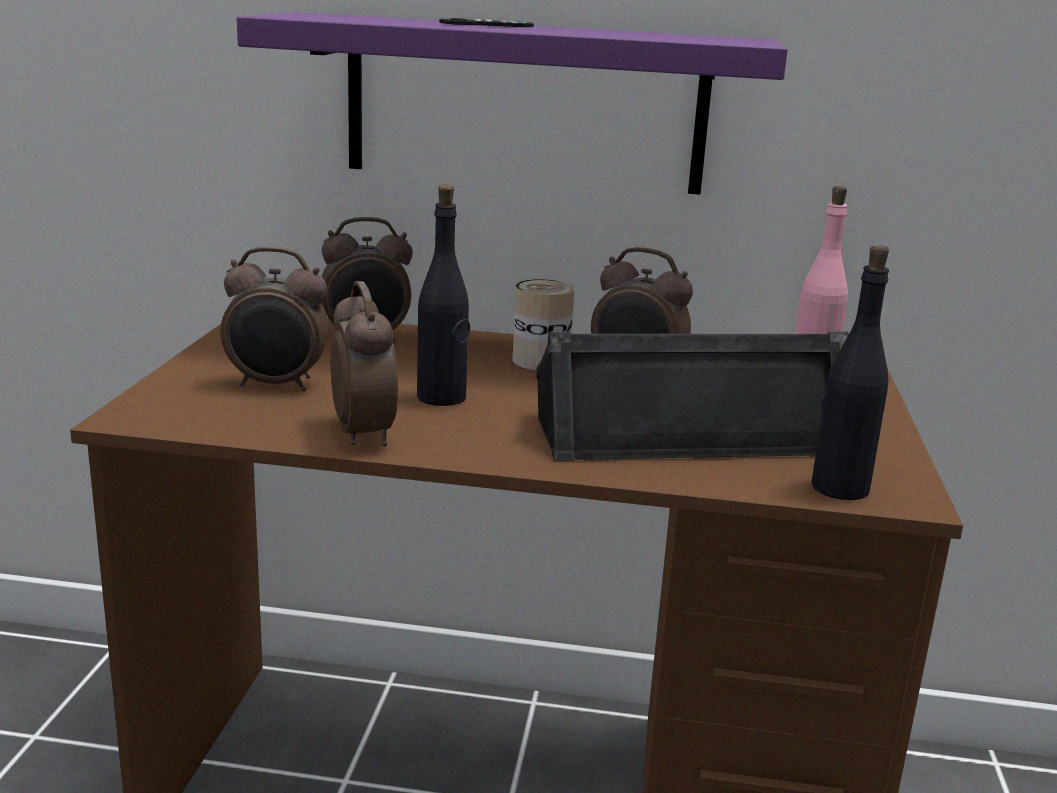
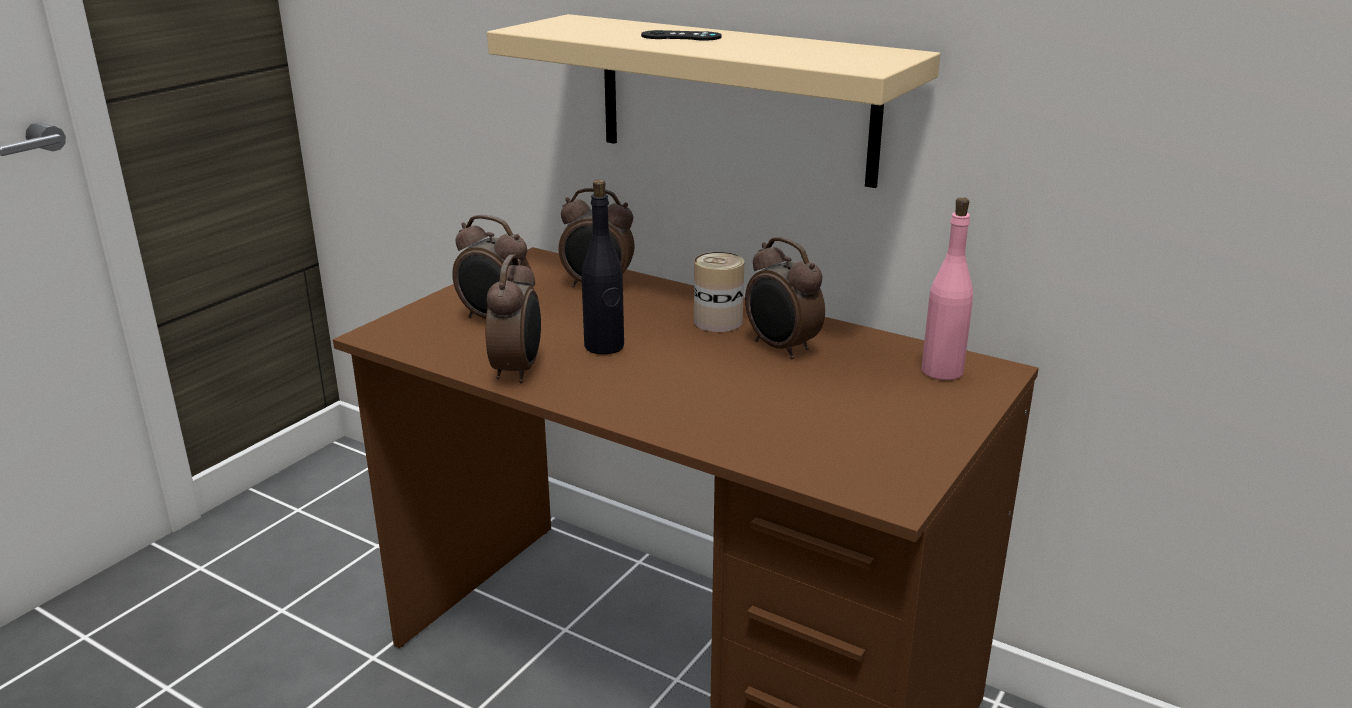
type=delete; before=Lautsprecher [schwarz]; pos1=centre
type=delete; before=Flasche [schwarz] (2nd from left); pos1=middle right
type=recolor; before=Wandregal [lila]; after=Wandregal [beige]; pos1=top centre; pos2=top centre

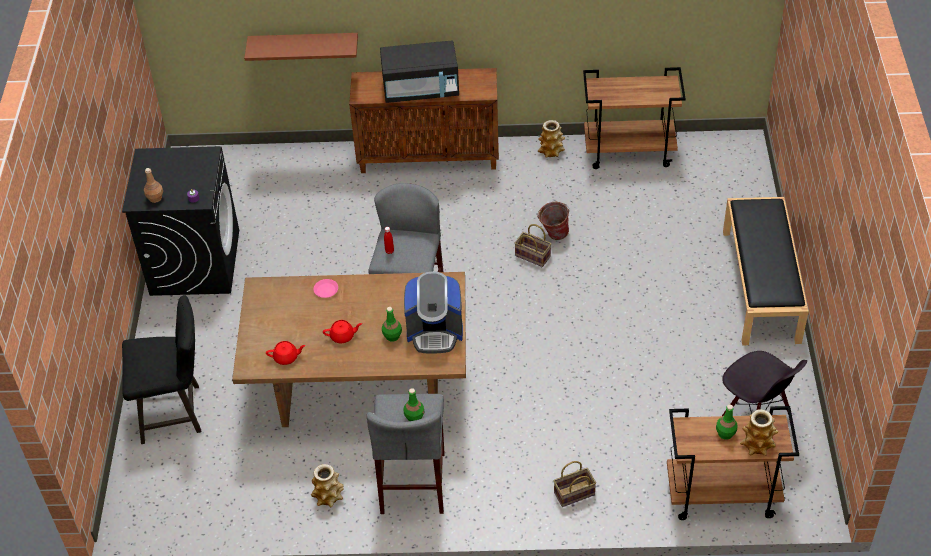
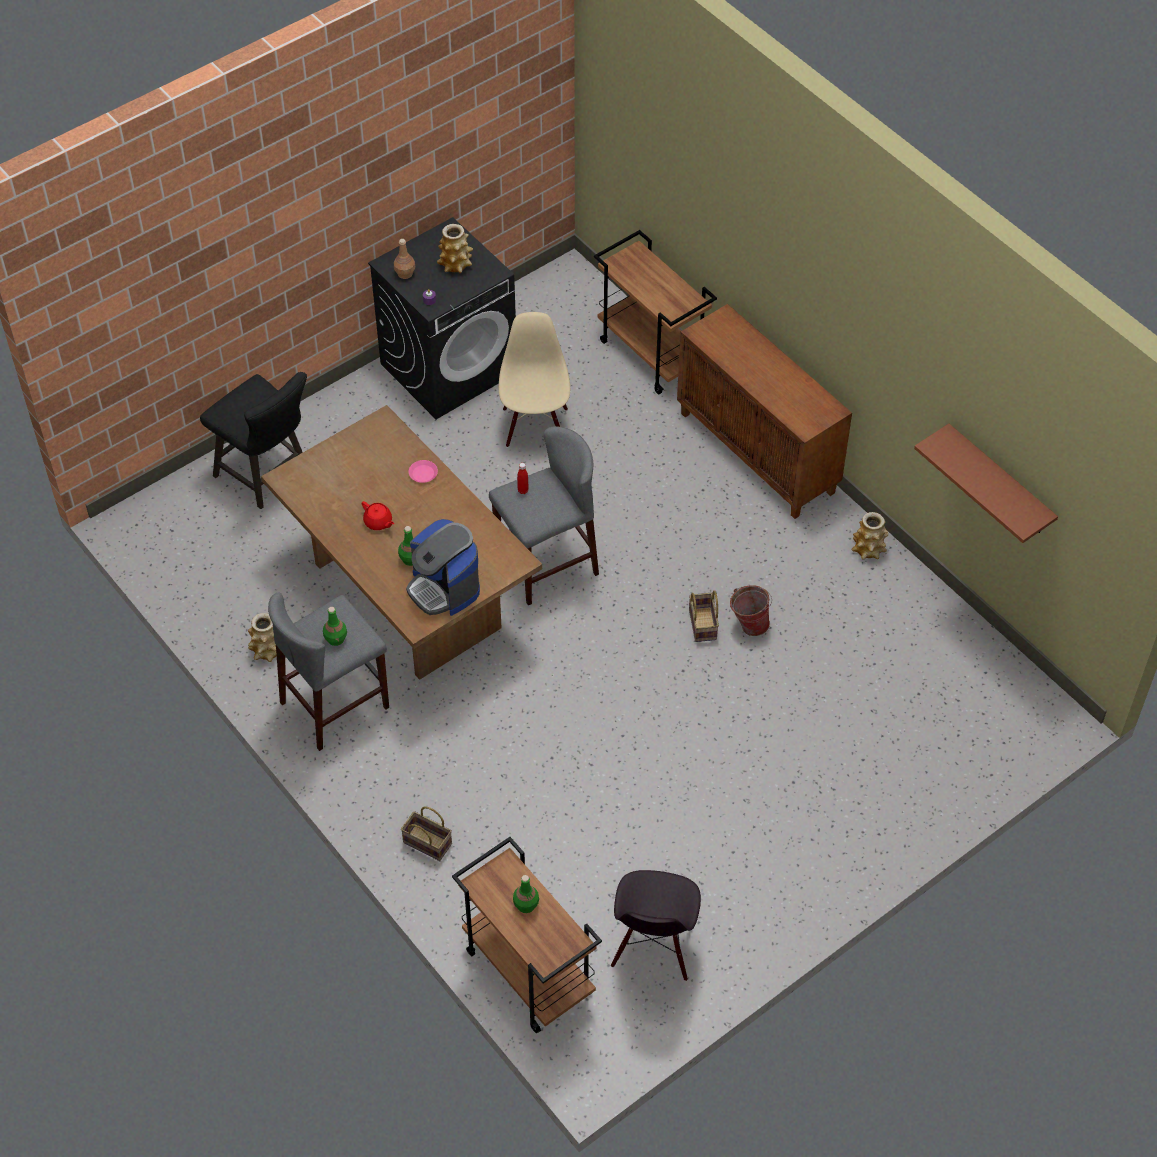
type=delete; before=Teekanne [rot] (1st from left); pos1=middle left
type=delete; before=Mikrowelle [schwarz]; pos1=top centre
type=delete; before=Bank [schwarz]; pos1=middle right
type=insert; after=Stuhl [beige]; pos2=top centre
type=move; before=Wandregal [braun]; pos1=top left; pos2=middle right
type=move; before=Rollwagen [braun] (1st from left in the first image); after=Rollwagen [braun] (2nd from left); pos1=top right; pos2=top centre
type=move; before=Vase (3rd from left in the first image); after=Vase (2nd from left); pos1=bottom right; pos2=top centre

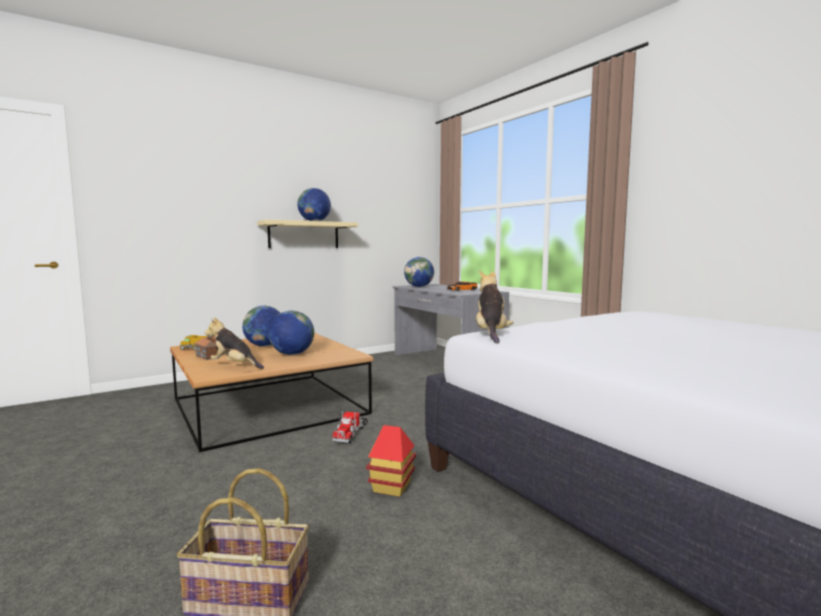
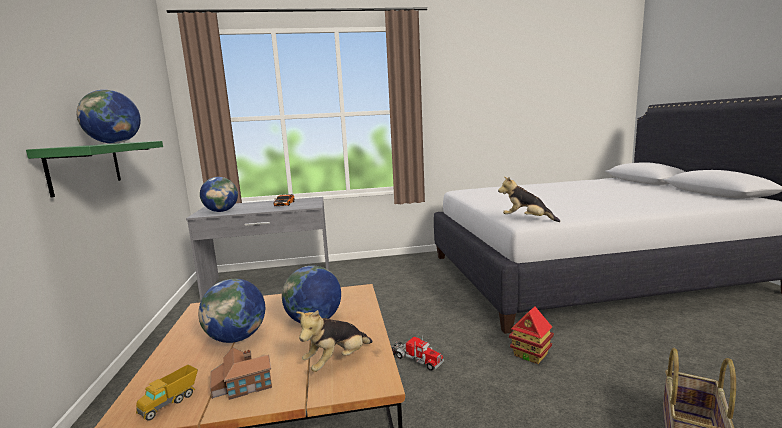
type=recolor; before=Wandregal [beige]; after=Wandregal [grün]; pos1=centre; pos2=middle left

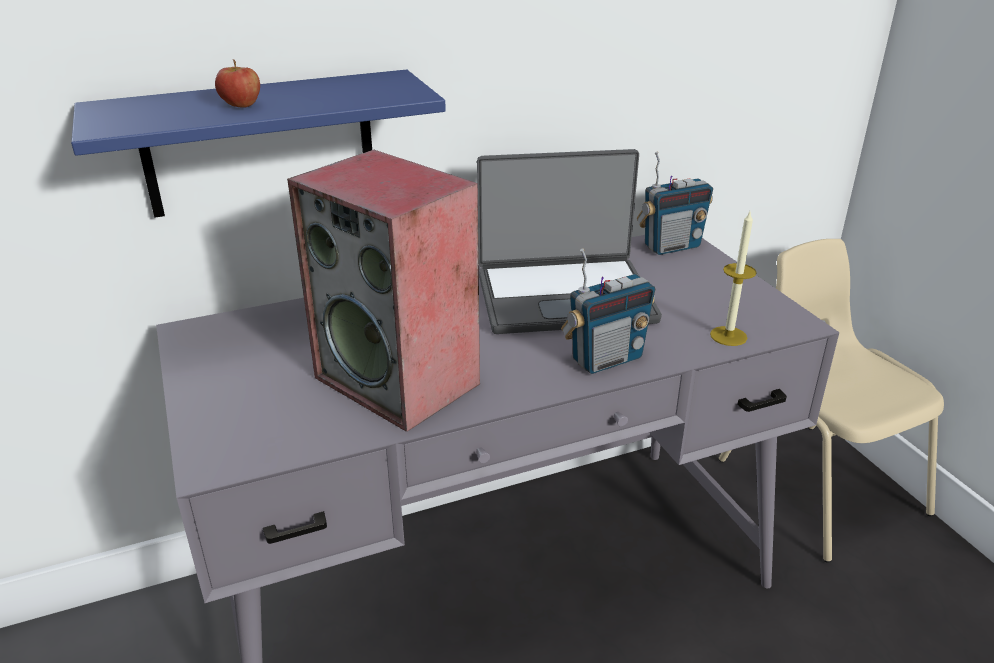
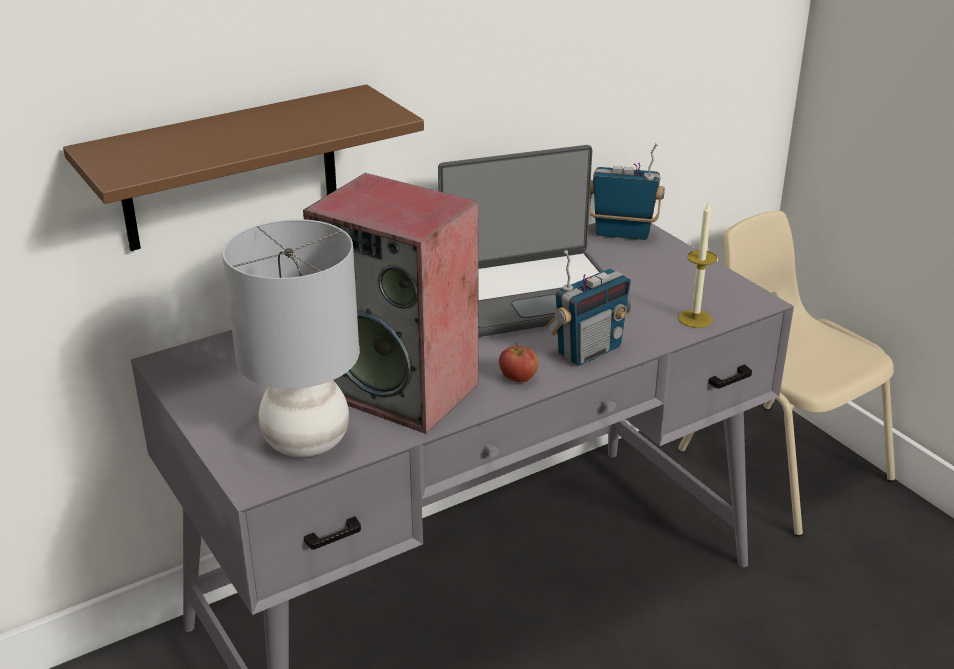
type=insert; after=Tischlampe [grau]; pos2=middle left
type=move; before=Apfel; pos1=top left; pos2=centre
type=recolor; before=Wandregal [blau]; after=Wandregal [braun]; pos1=top left; pos2=top left
type=rotate; before=Radio (2nd from left); pos1=top right; pos2=top centre; turn=-135

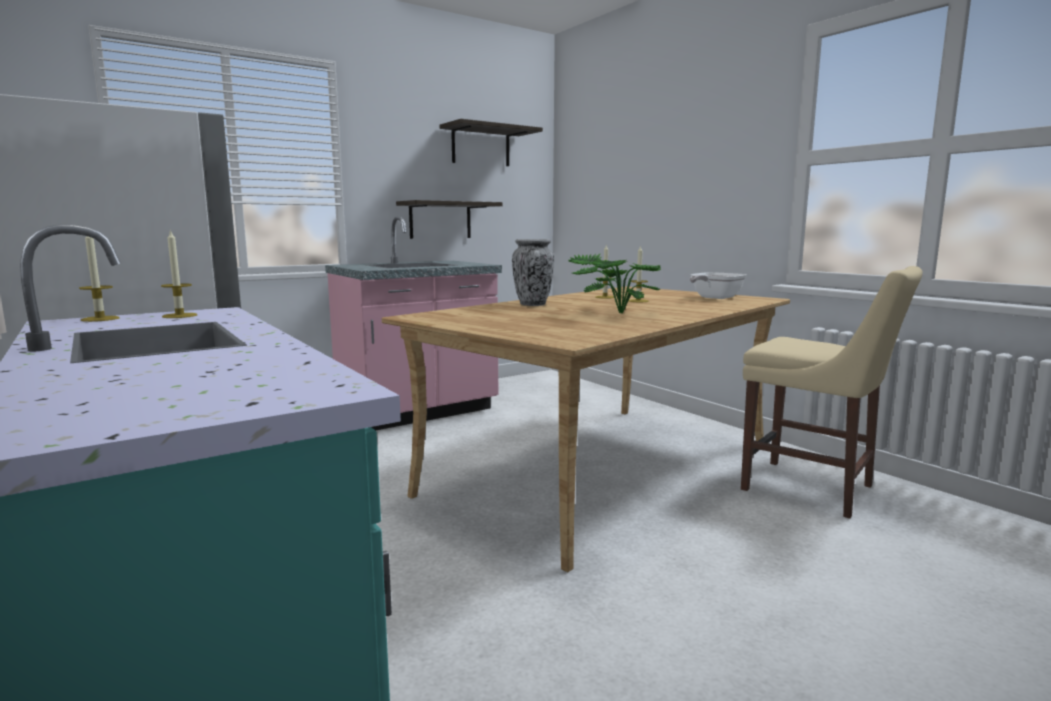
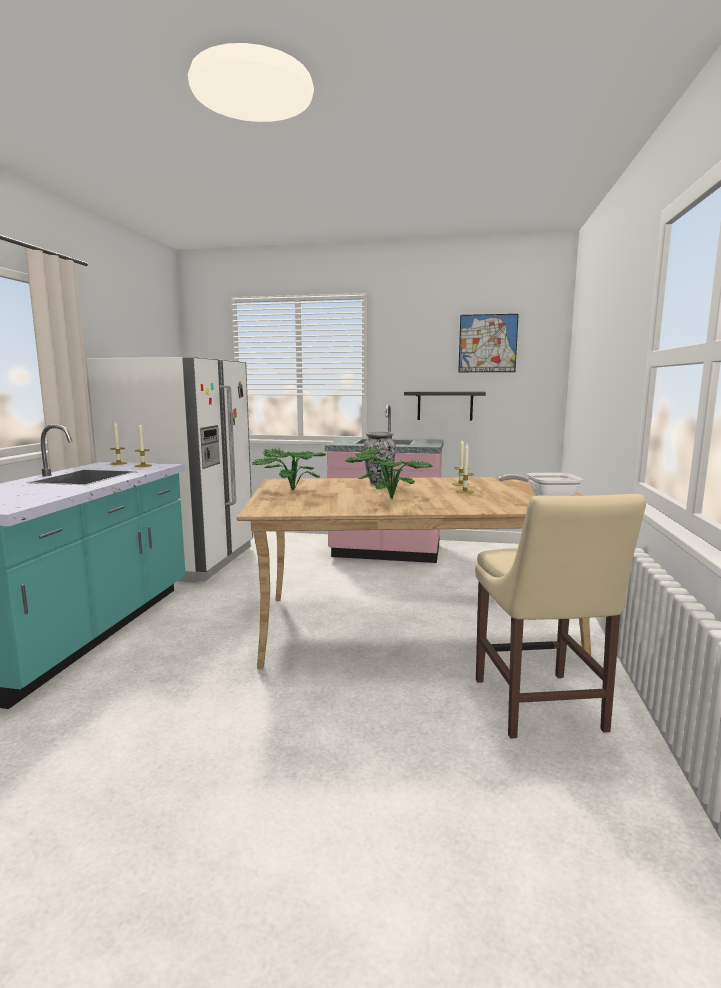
type=insert; after=Topfpflanze (1st from left); pos2=centre
type=replace; before=Wandregal (2nd from left); after=Bild; pos1=top centre; pos2=middle right

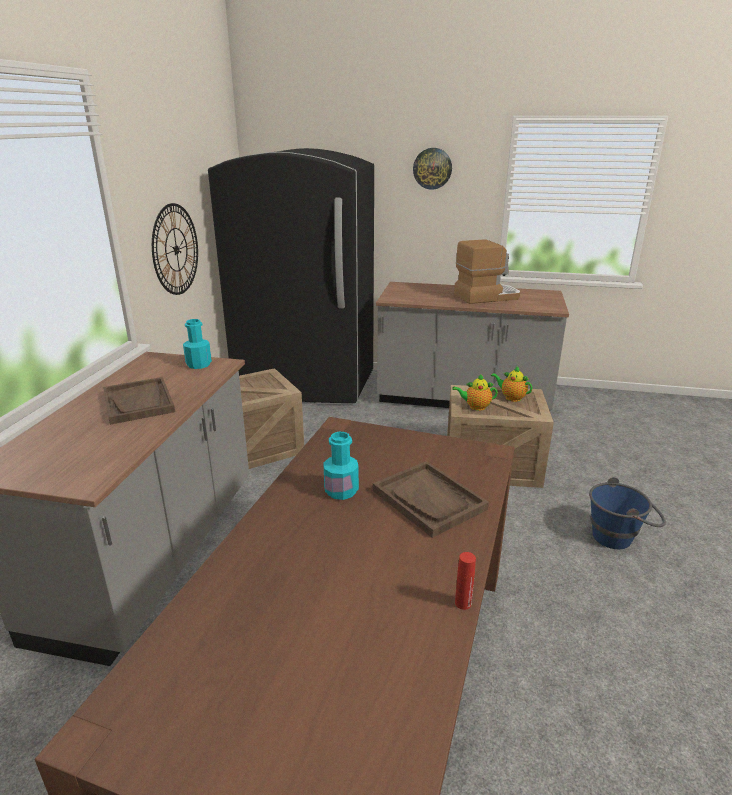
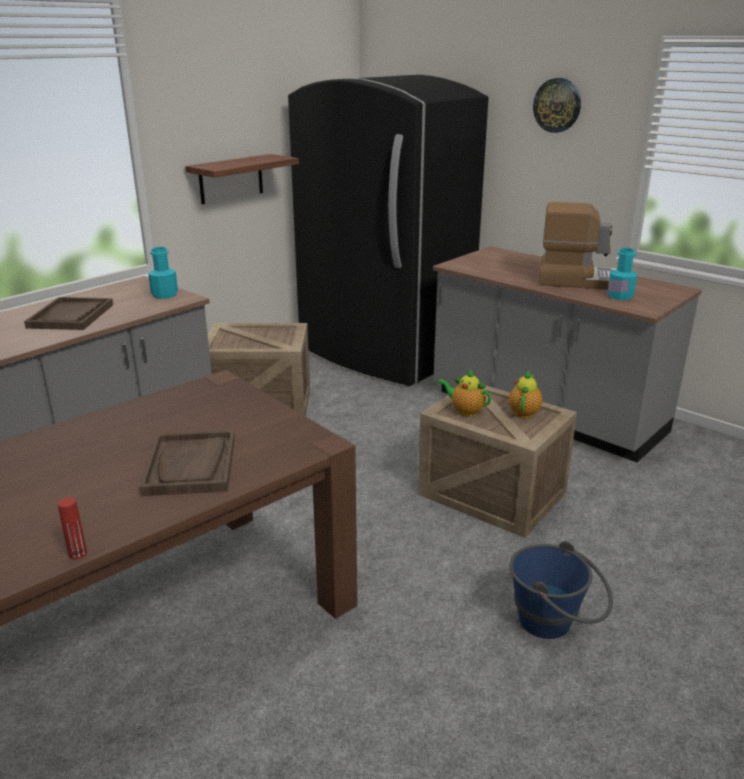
type=move; before=Flasche [türkis] (2nd from left); pos1=centre; pos2=middle right
type=replace; before=Wanduhr (1st from left); after=Wandregal; pos1=top left; pos2=top left
type=rotate; before=Teekanne (2nd from left); pos1=middle right; pos2=middle right; turn=45

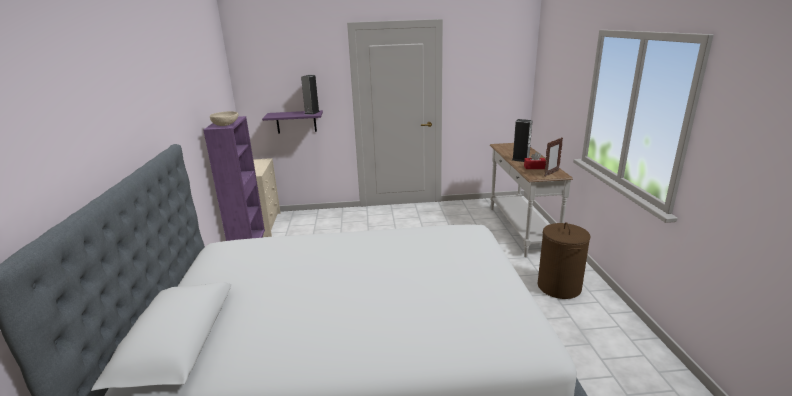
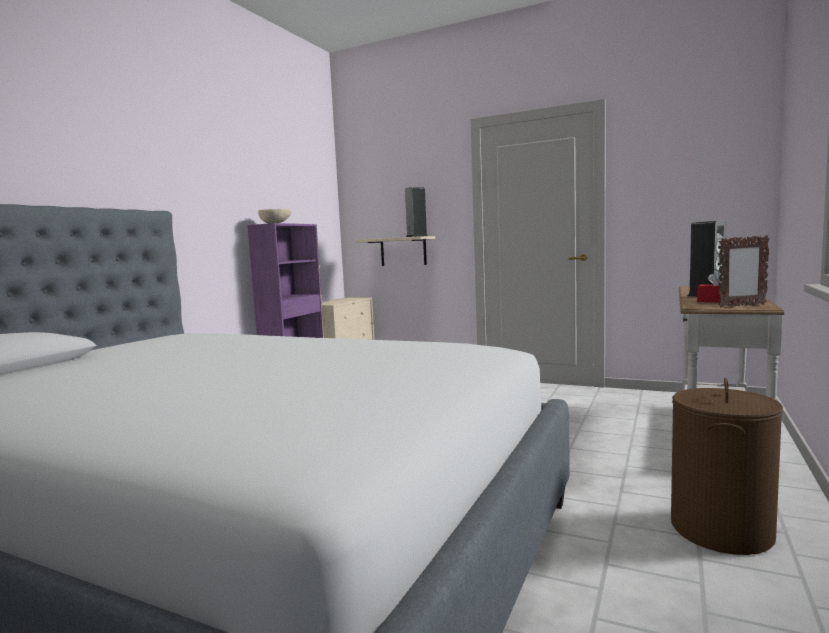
type=recolor; before=Wandregal [lila]; after=Wandregal [beige]; pos1=top centre; pos2=centre

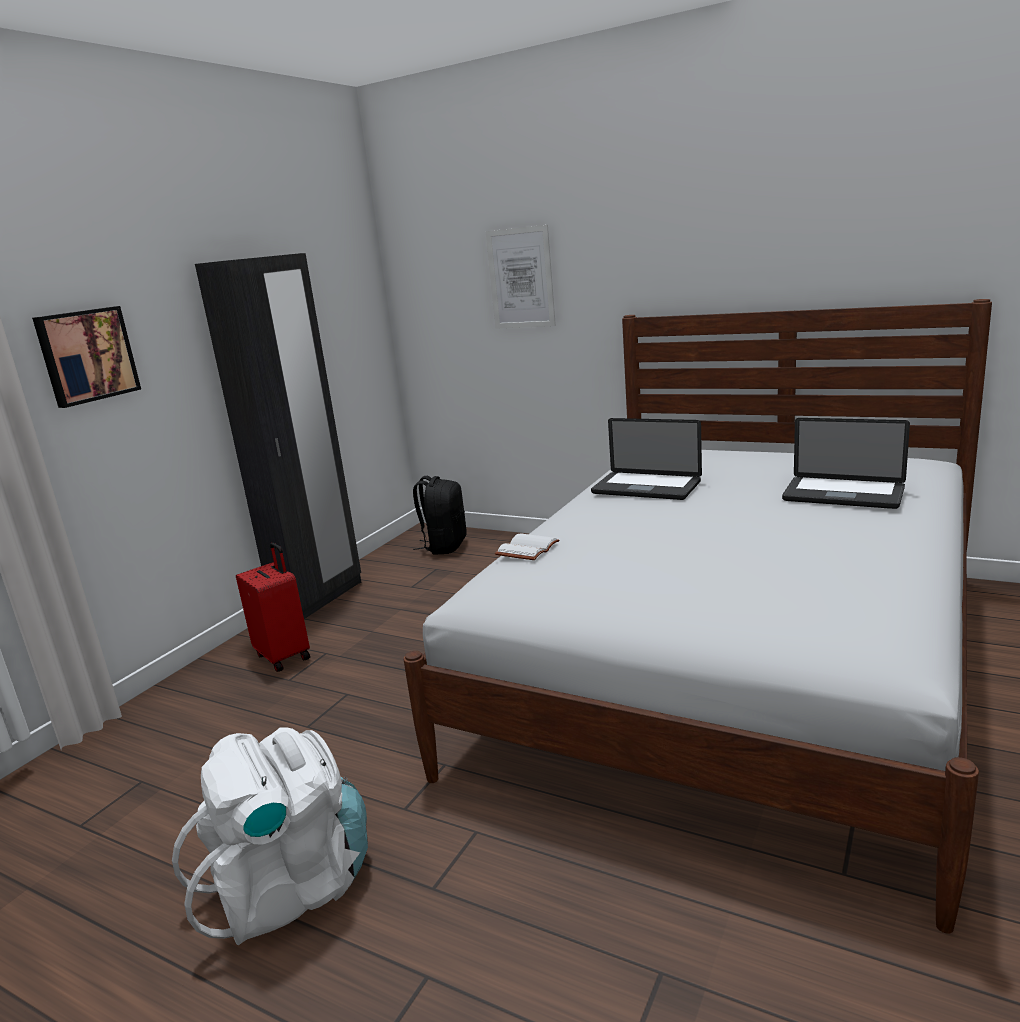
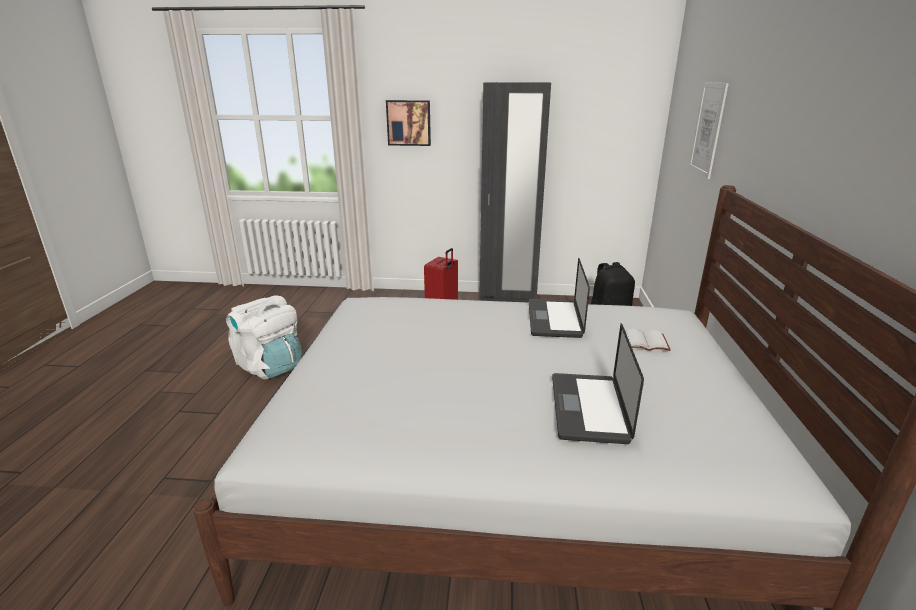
type=move; before=Buch [weiß]; pos1=centre; pos2=middle right

